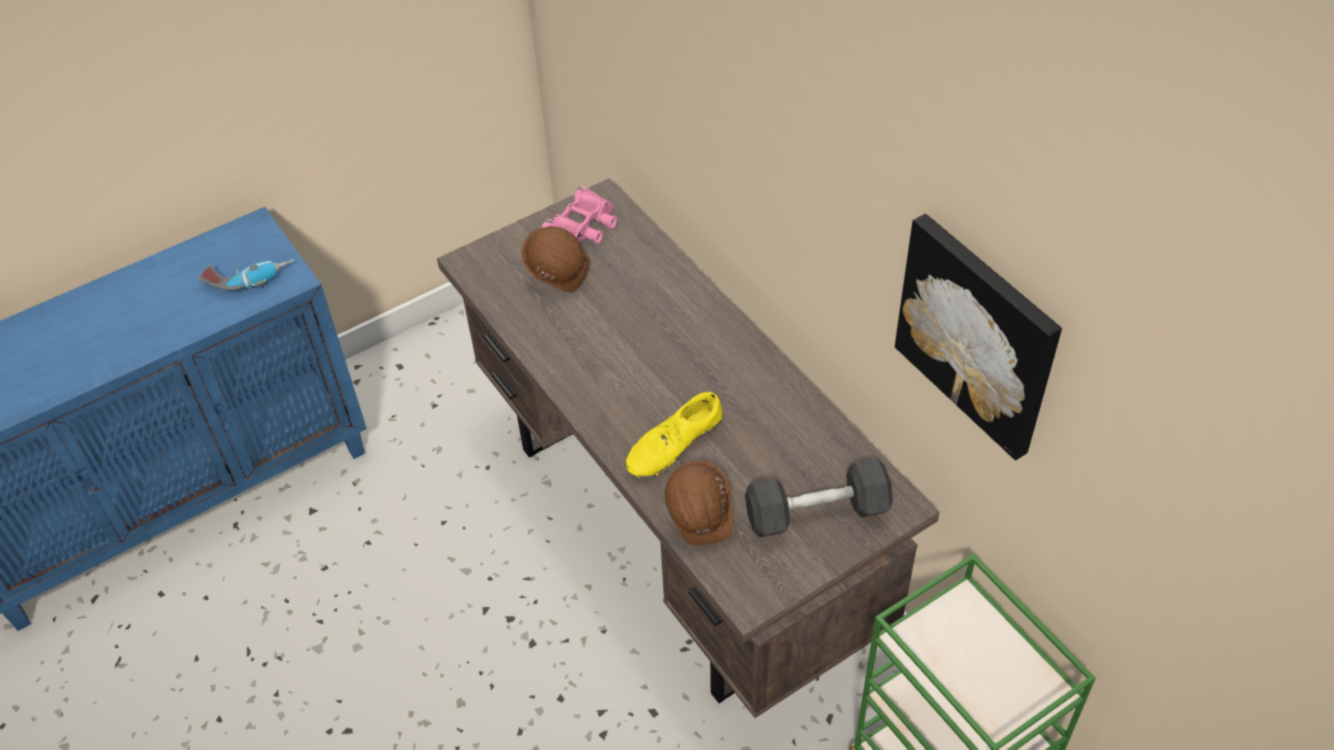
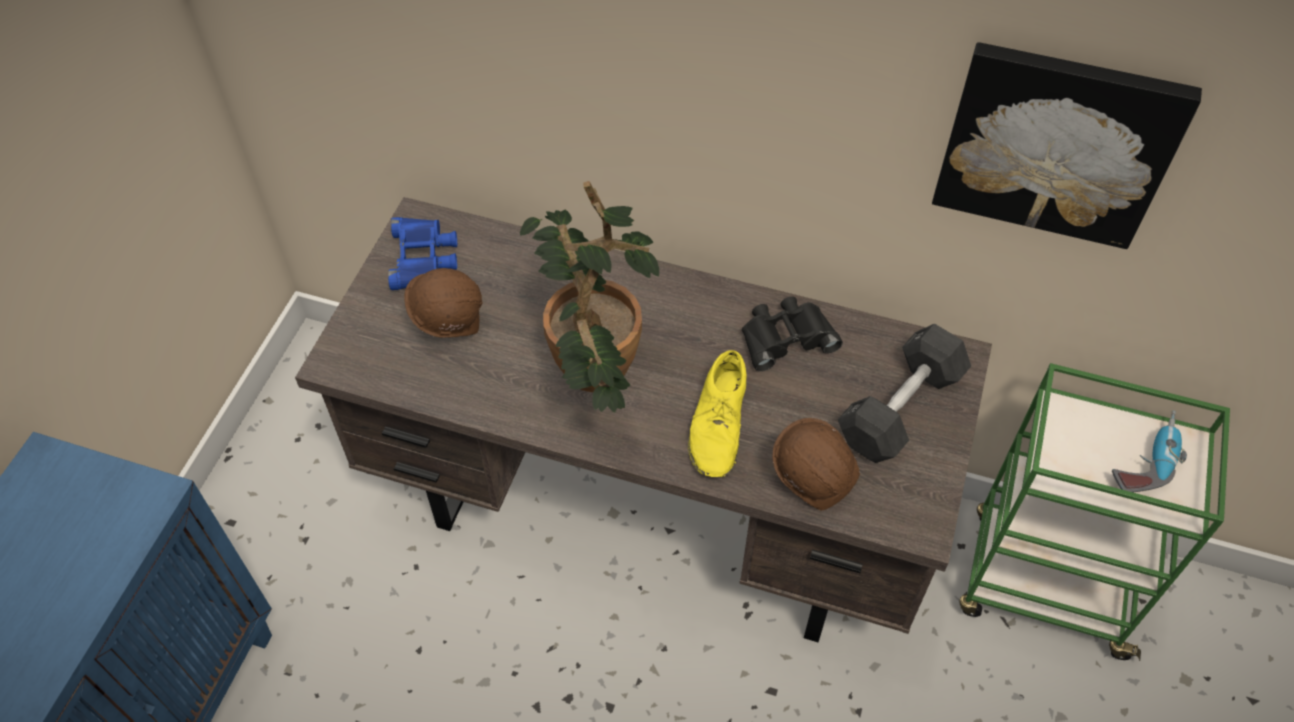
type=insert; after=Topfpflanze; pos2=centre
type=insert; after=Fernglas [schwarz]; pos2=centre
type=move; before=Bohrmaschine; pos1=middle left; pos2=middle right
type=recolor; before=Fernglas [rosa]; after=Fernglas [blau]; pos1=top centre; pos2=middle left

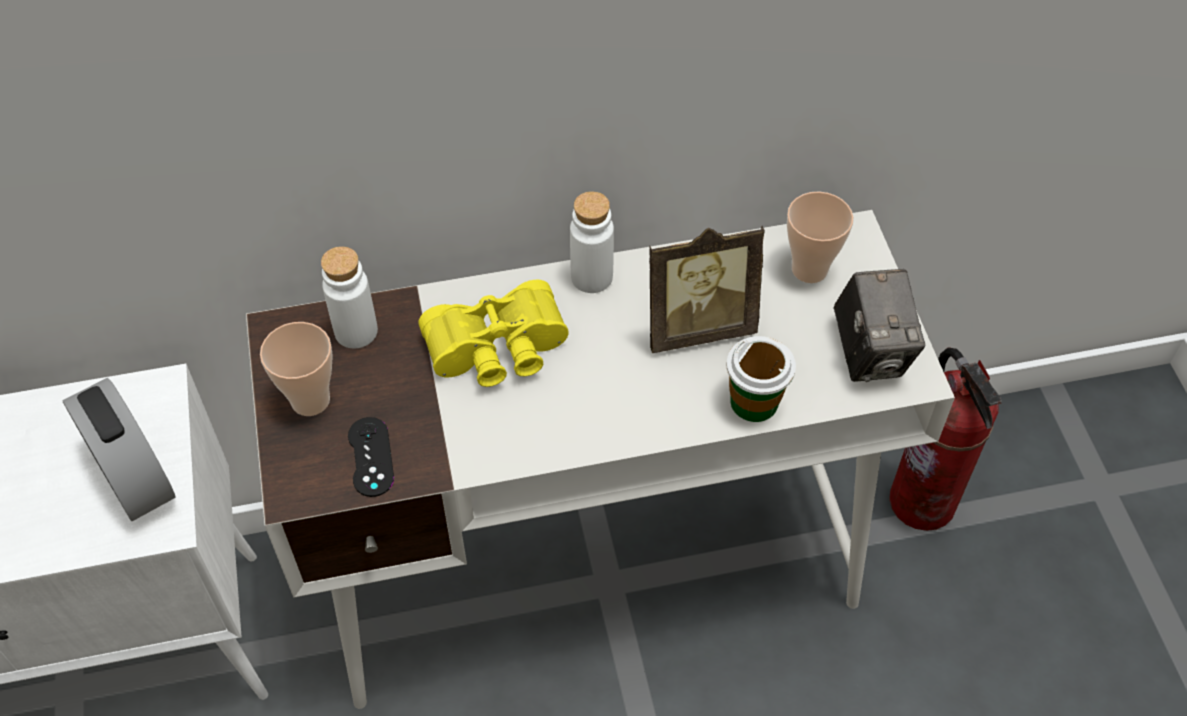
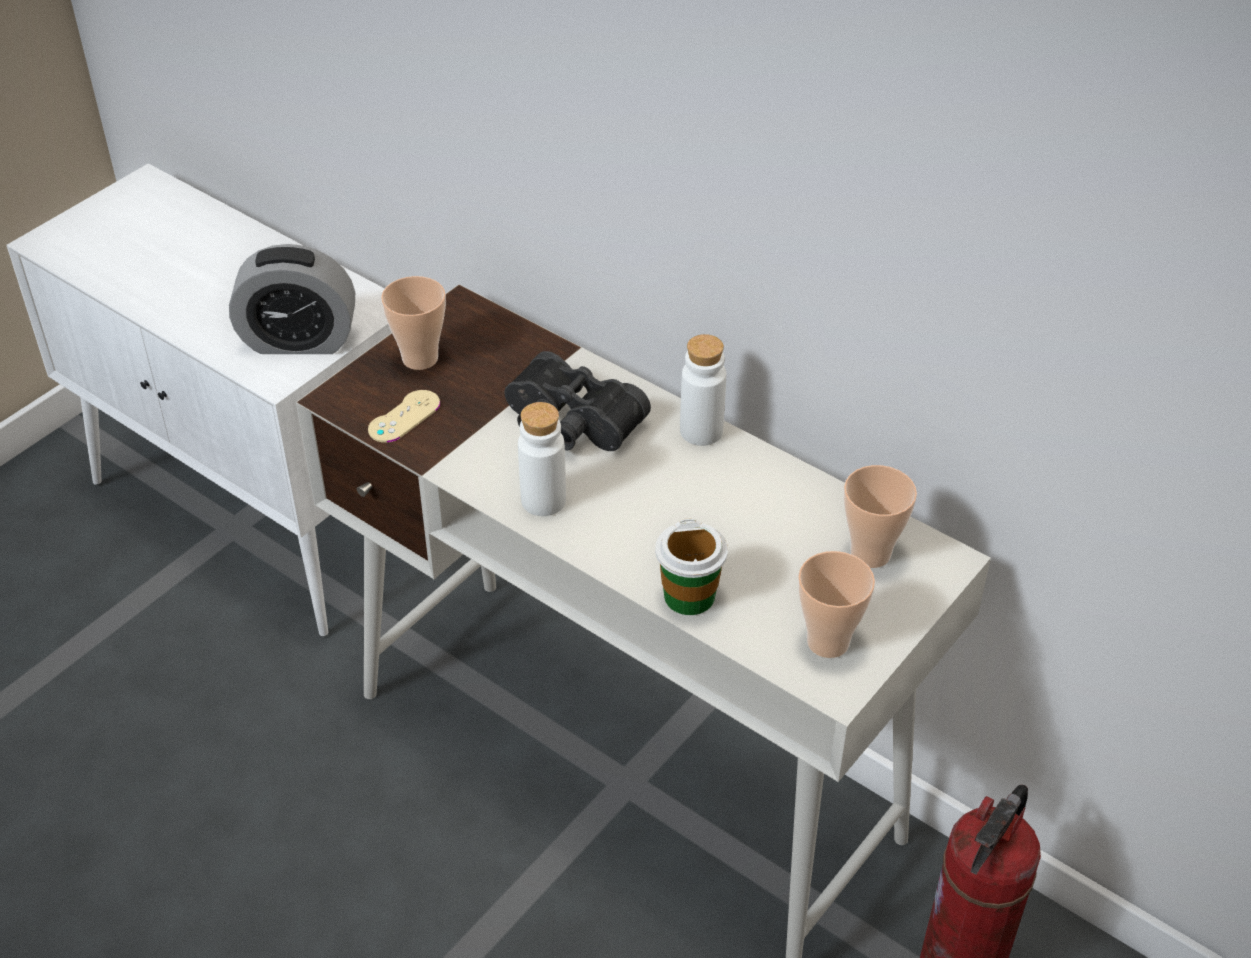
type=delete; before=Bilderrahmen; pos1=centre
type=move; before=Flasche [weiß] (1st from left); pos1=middle left; pos2=centre
type=replace; before=Kamera; after=Tasse (3rd from left); pos1=middle right; pos2=middle right
type=recolor; before=Gamepad [schwarz]; after=Gamepad [beige]; pos1=middle left; pos2=middle left
type=recolor; before=Fernglas [gelb]; after=Fernglas [schwarz]; pos1=centre; pos2=centre
type=rotate; before=Wecker; pos1=middle left; pos2=top left; turn=-105

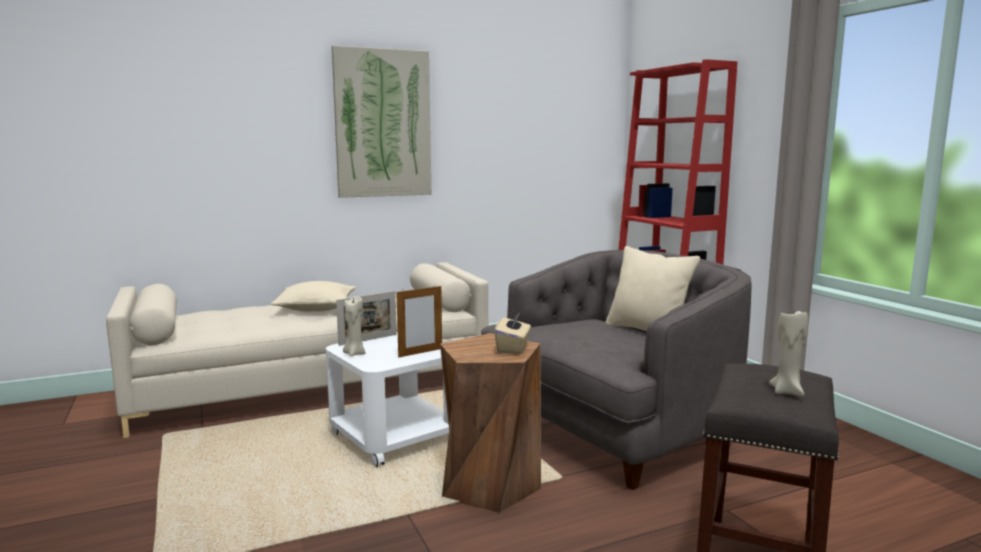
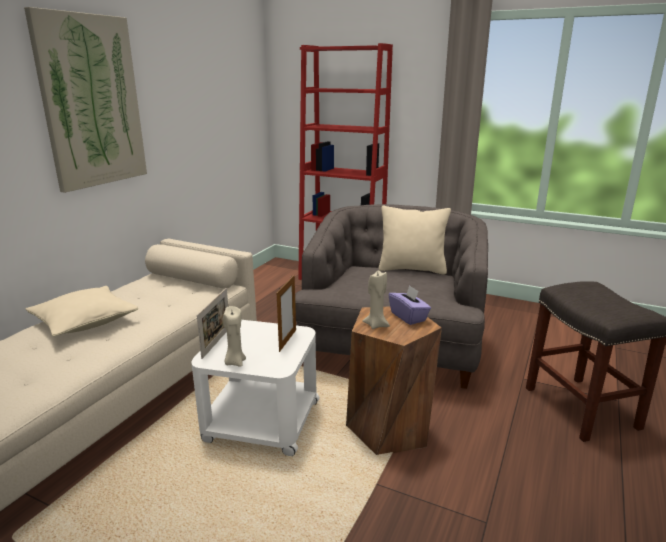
type=move; before=Kerze [beige] (2nd from left); pos1=middle right; pos2=centre
type=recolor; before=Taschentuchbox [beige]; after=Taschentuchbox [lila]; pos1=centre; pos2=centre

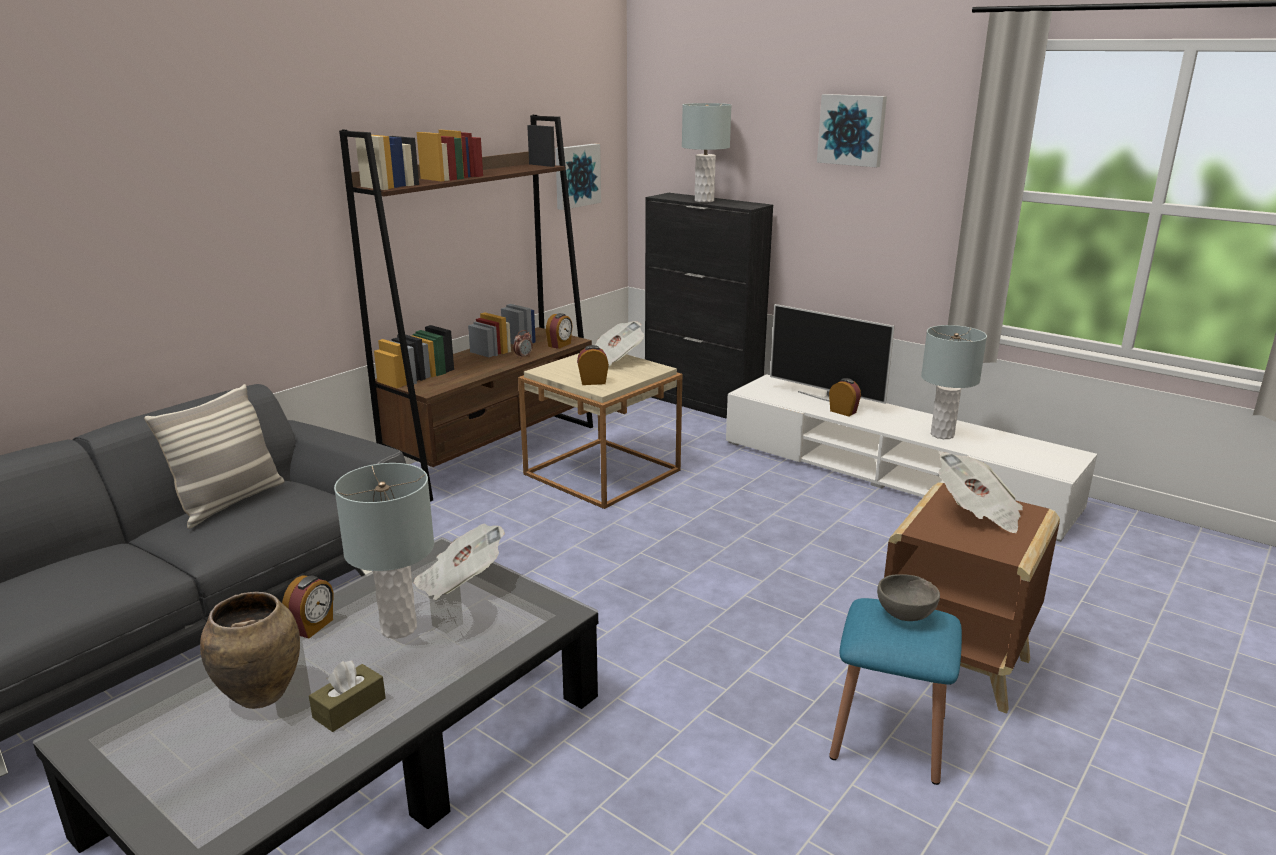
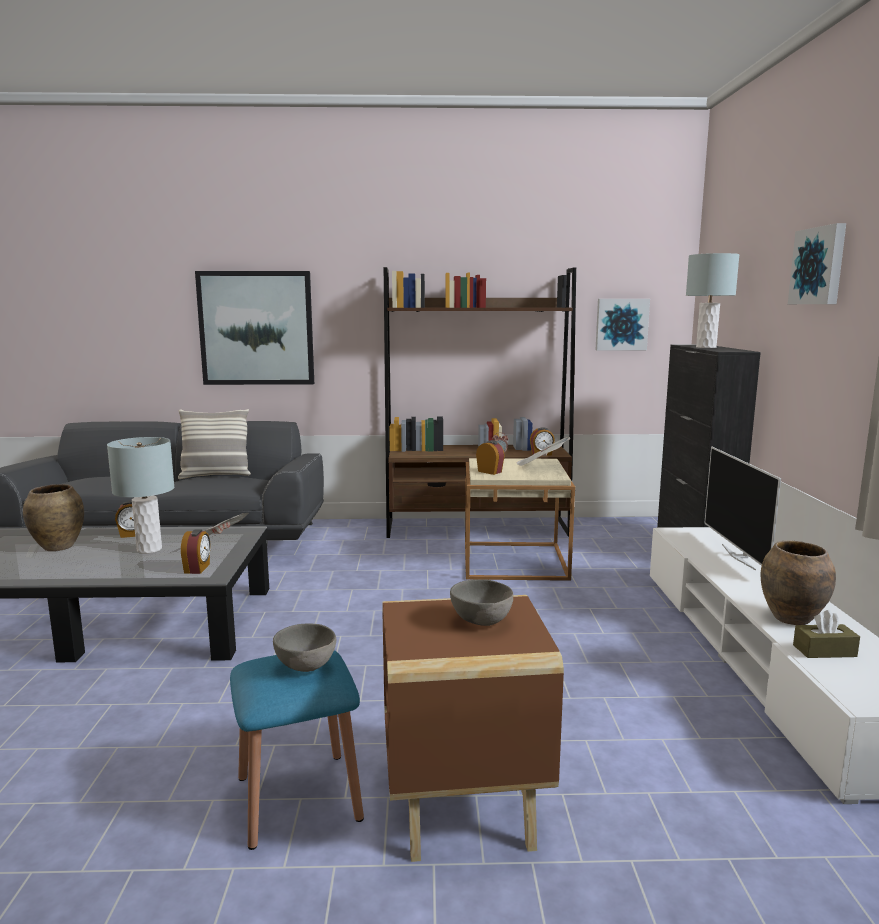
type=insert; after=Bild (1st from left); pos2=middle left
type=move; before=Taschentuchbox [braun]; pos1=bottom left; pos2=bottom right
type=move; before=Wecker (5th from left in the first image); after=Wecker (2nd from left); pos1=centre; pos2=middle left
type=replace; before=Tischlampe [grau] (3rd from left); after=Vase [braun] (2nd from left); pos1=middle right; pos2=middle right
type=replace; before=Zeitung (3rd from left); after=Schüssel [grau] (2nd from left); pos1=middle right; pos2=centre

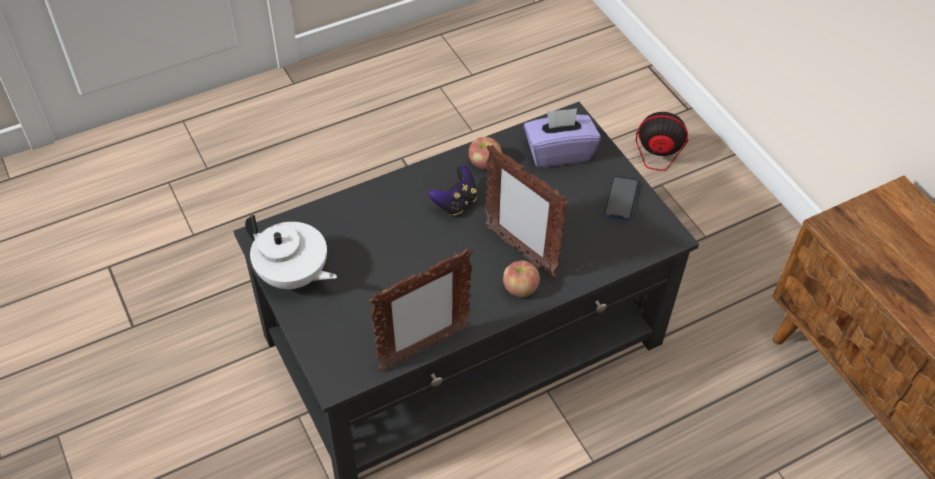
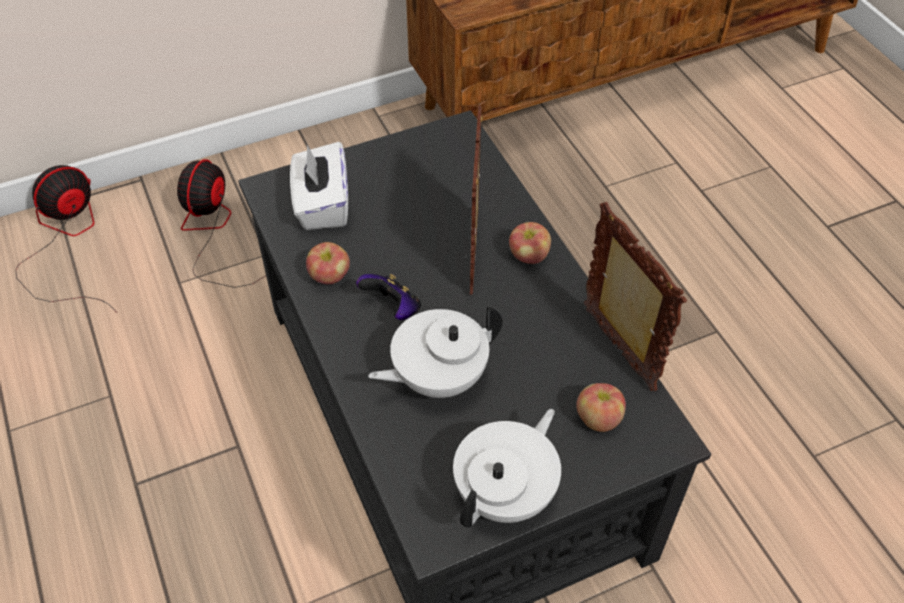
type=delete; before=Handy; pos1=centre
type=insert; after=Ventilator (1st from left); pos2=middle left
type=insert; after=Teekanne [weiß] (1st from left); pos2=centre
type=insert; after=Apfel (3rd from left); pos2=bottom centre
type=recolor; before=Taschentuchbox [lila]; after=Taschentuchbox [weiß]; pos1=top centre; pos2=top centre
type=rotate; before=Bilderrahmen (2nd from left in the first image); pos1=centre; pos2=top centre; turn=135

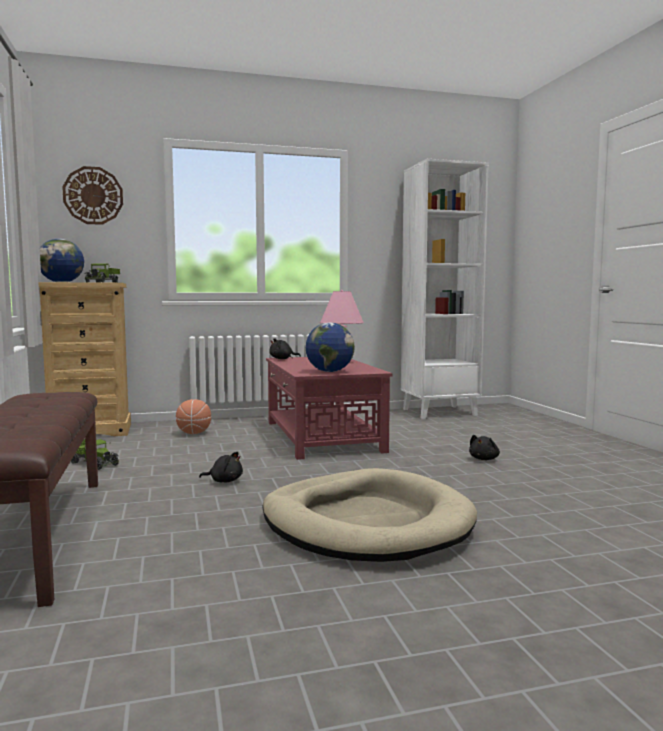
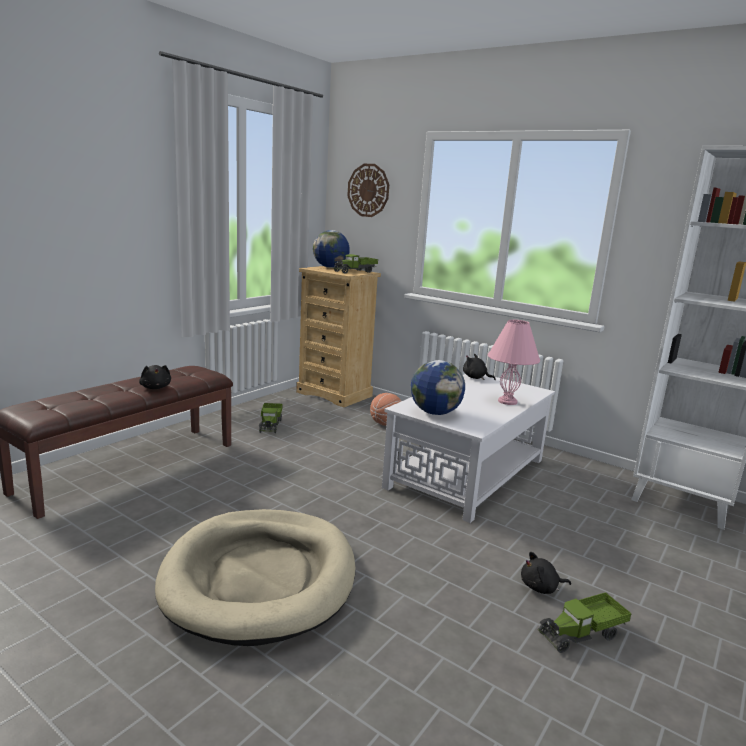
type=insert; after=Spielzeuglaster (3rd from left); pos2=bottom right
type=move; before=Plüschtier [schwarz] (1st from left); pos1=centre; pos2=middle left
type=recolor; before=Couchtisch [rot]; after=Couchtisch [weiß]; pos1=centre; pos2=centre

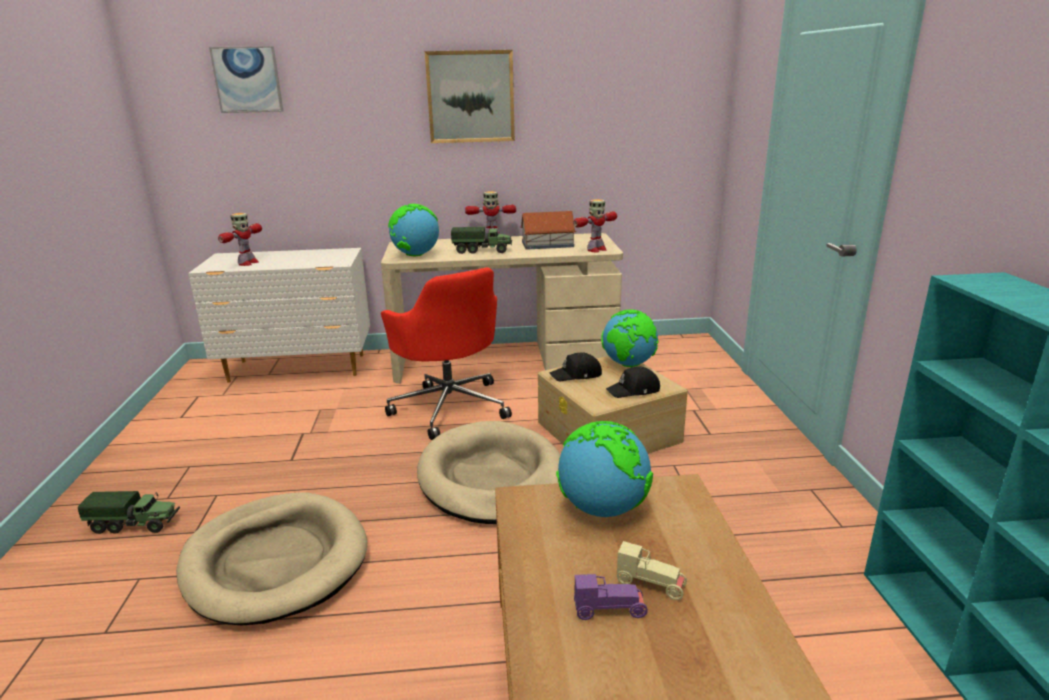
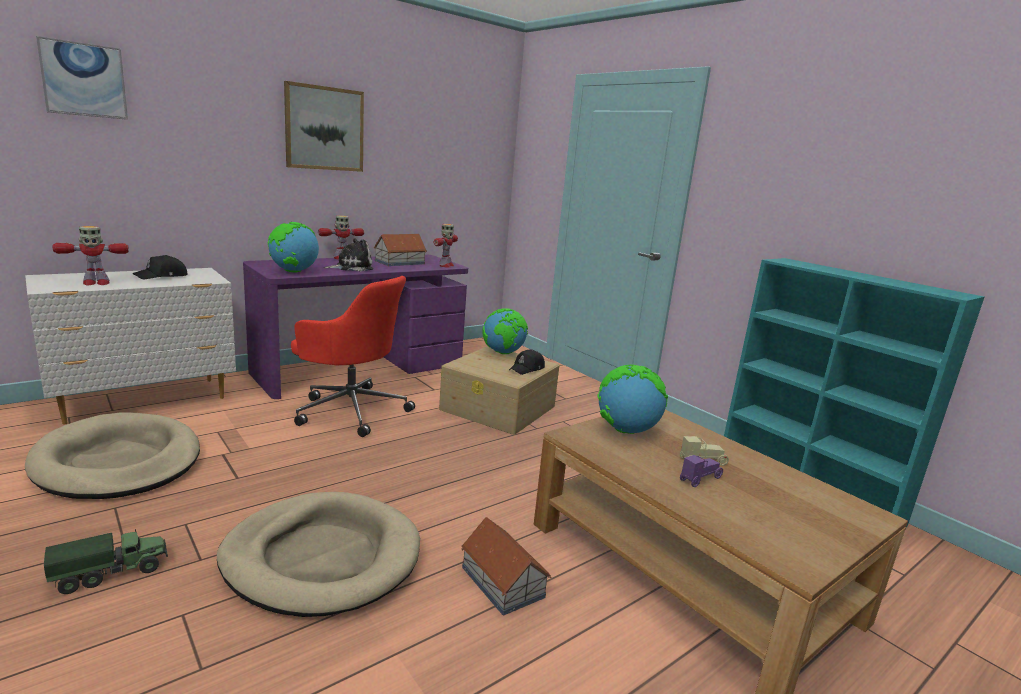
type=insert; after=Spielzeughaus (2nd from left); pos2=bottom centre
type=move; before=Hundebett [beige] (2nd from left in the first image); after=Hundebett [beige] (1st from left); pos1=bottom centre; pos2=middle left
type=move; before=Kappe [schwarz] (1st from left); pos1=centre; pos2=middle left
type=replace; before=Spielzeuglaster (2nd from left); after=Plüschtier; pos1=centre; pos2=centre
type=recolor; before=Schreibtisch [beige]; after=Schreibtisch [lila]; pos1=centre; pos2=centre
type=rotate; before=Spielzeugroboter (1st from left); pos1=middle left; pos2=middle left; turn=75

